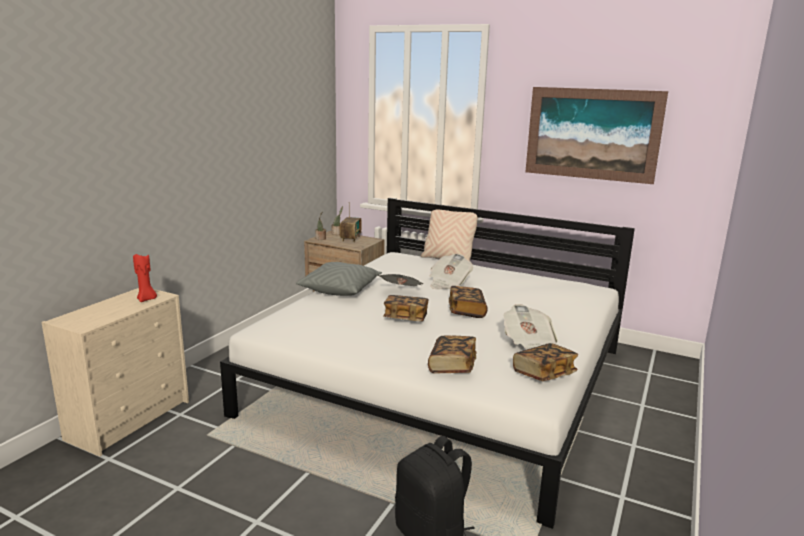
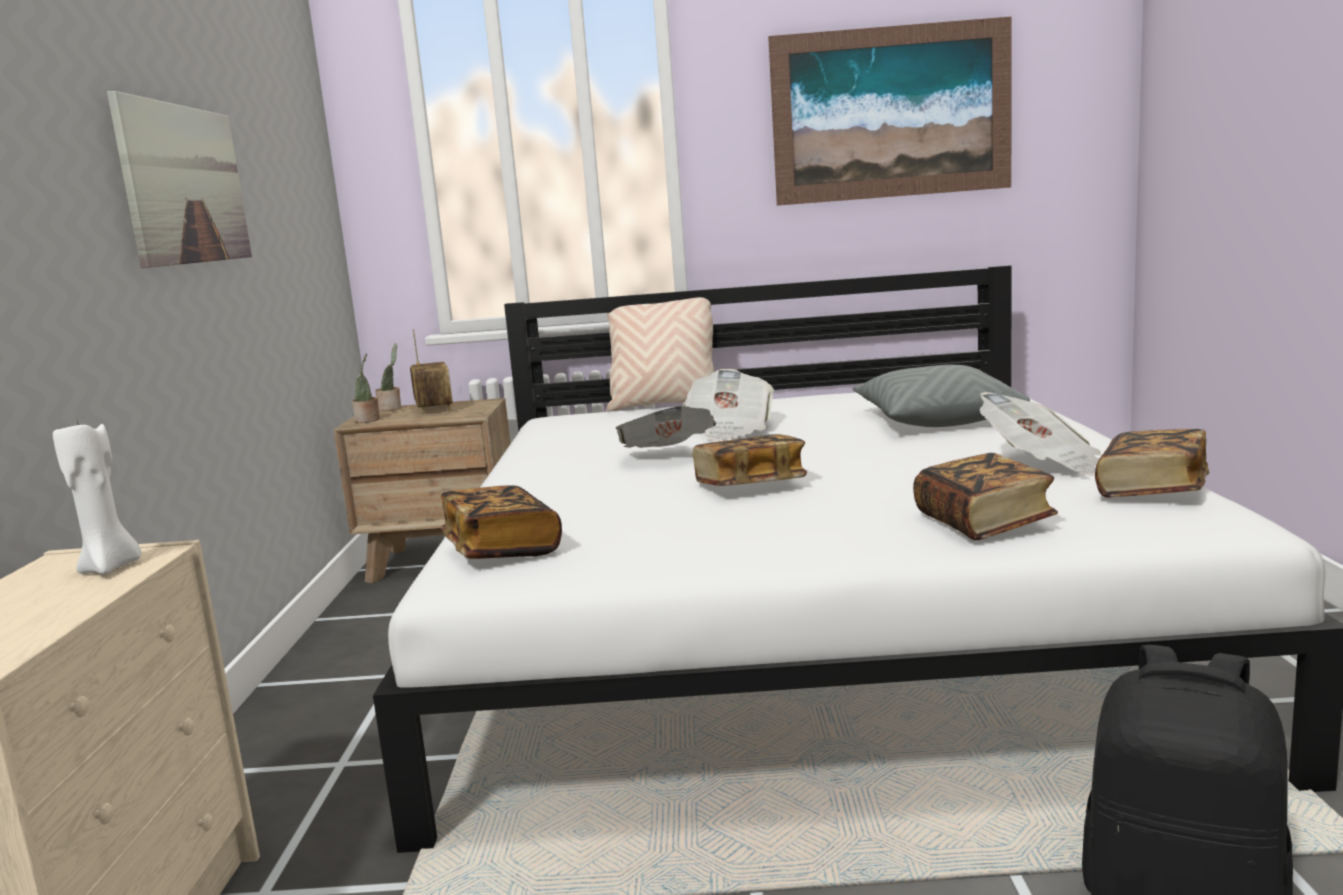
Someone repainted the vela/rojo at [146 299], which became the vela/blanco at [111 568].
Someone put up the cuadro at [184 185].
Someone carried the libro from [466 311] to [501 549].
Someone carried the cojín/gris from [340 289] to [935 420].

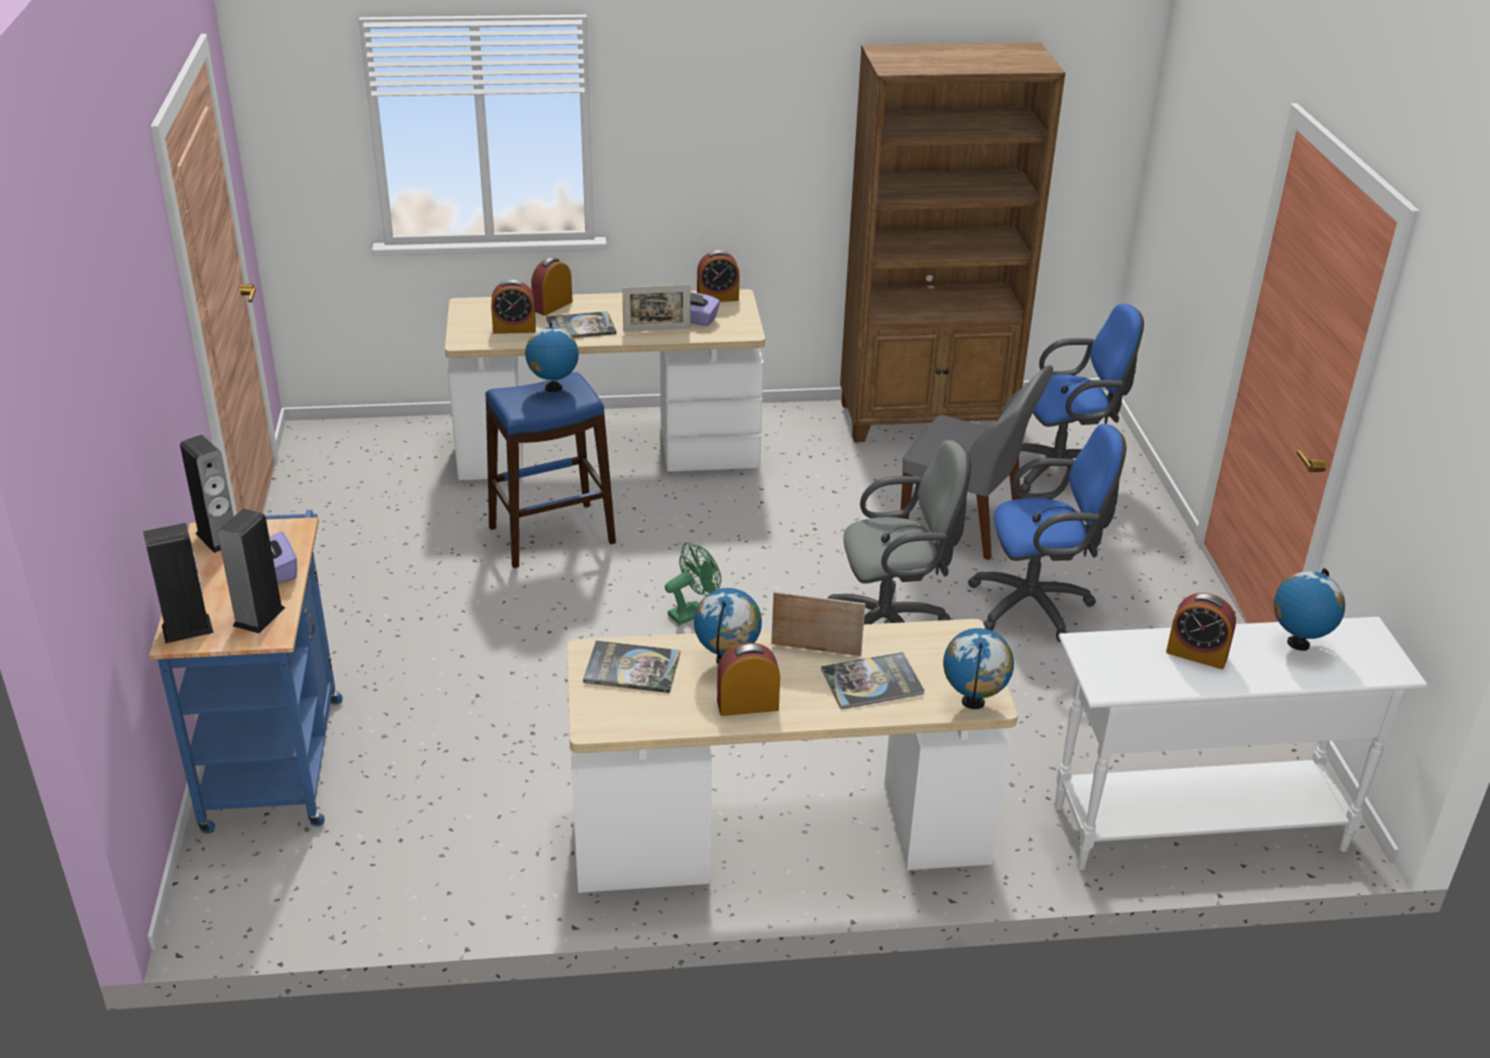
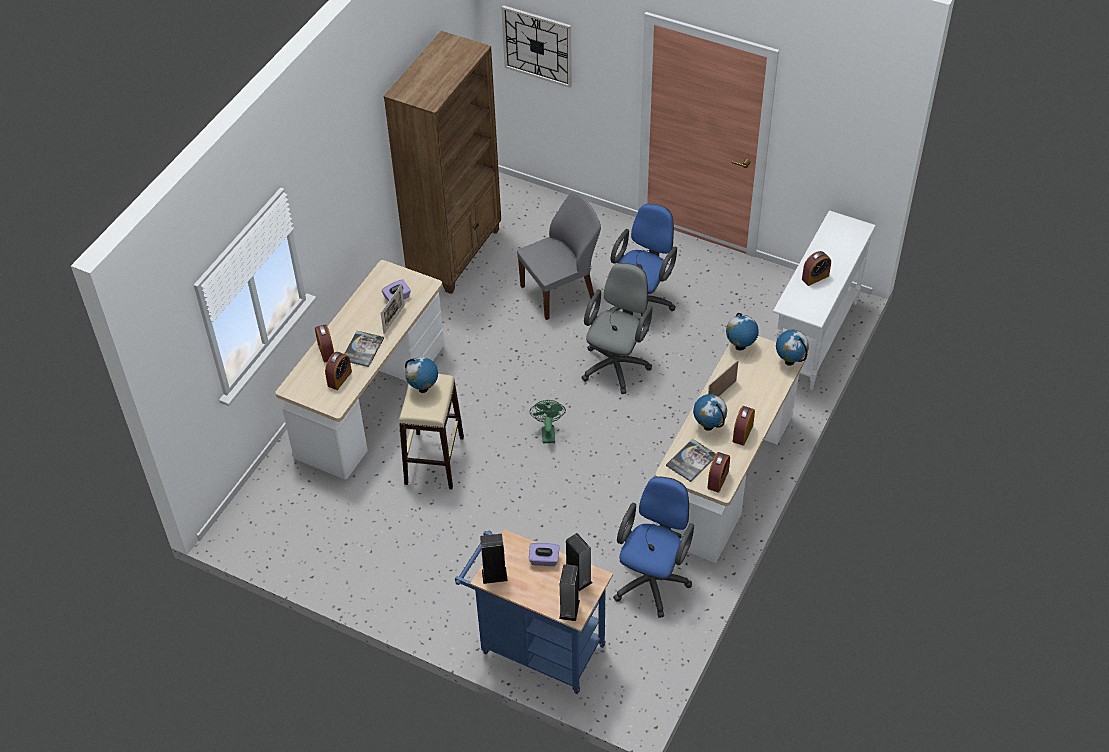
Someone repainted the taburete/azul at [551 535], which became the taburete/beis at [434 460].
Someone put up the reloj de pared at [537 46].
Someone carried the silla de oficina/azul from [1064 472] to [653 579].
Someone carried the despertador from [717 298] to [718 479].
Someone carried the globo terráqueo from [1298 644] to [740 347].
Someone took away the libro at [872 682].

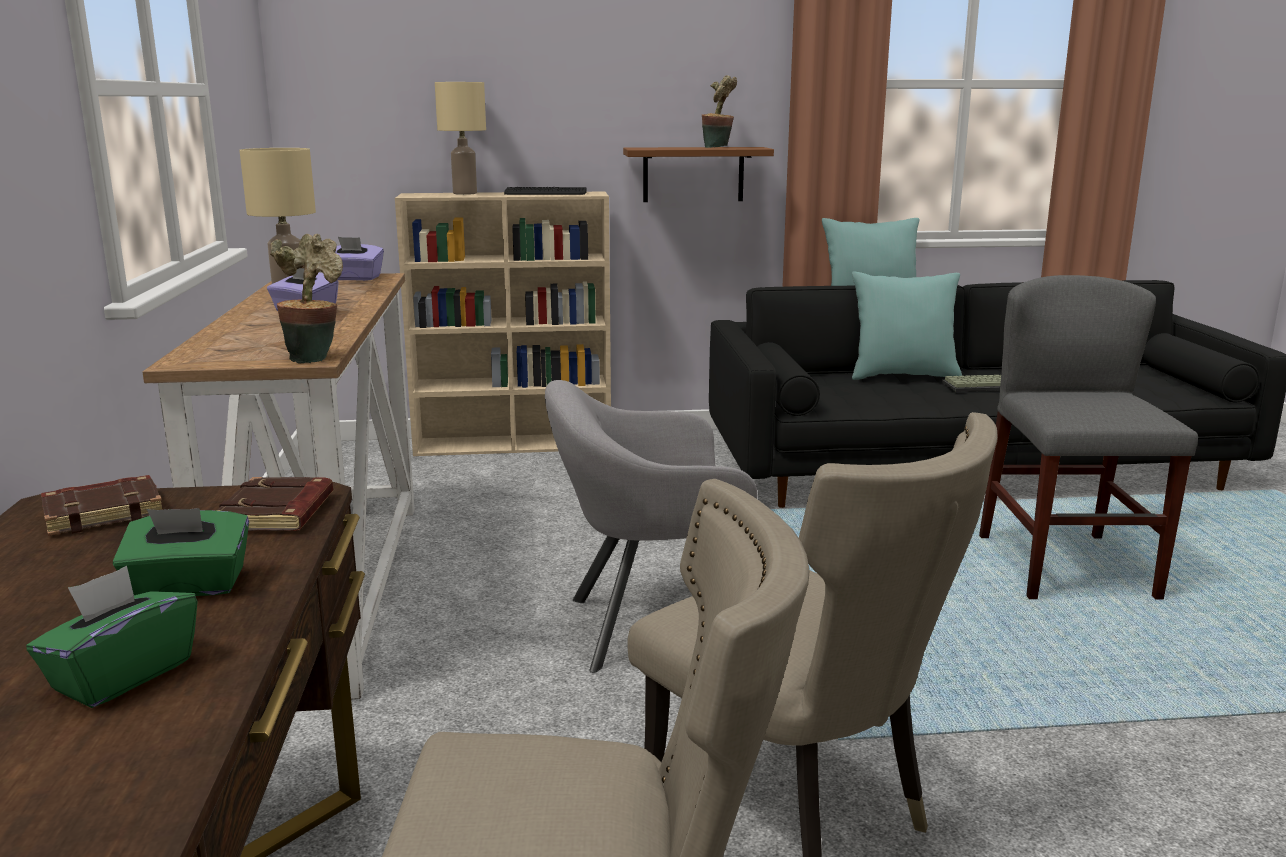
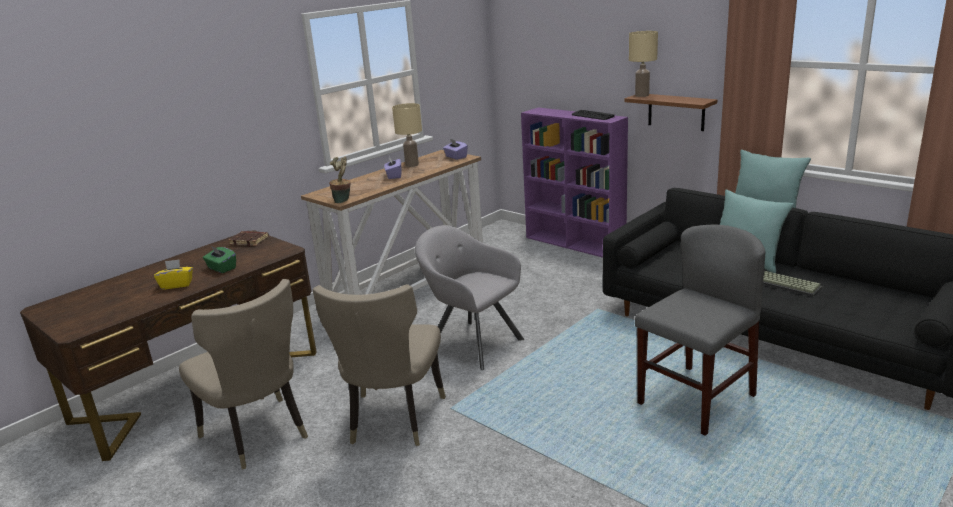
Someone repainted the caja de pañuelos/verde at [122 675], which became the caja de pañuelos/amarillo at [177 285].
Someone repainted the estantería/beis at [515 444], which became the estantería/morado at [575 244].
Someone carried the lámpara de mesa/beis from [465 193] to [642 95].
Someone took away the libro/marrón at [278 514].
Someone took away the planta en maceta at [718 147].

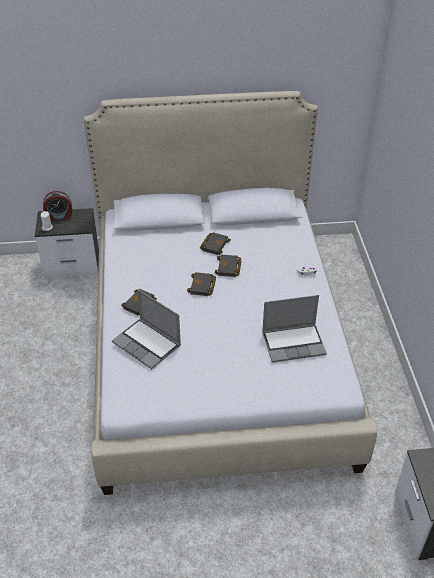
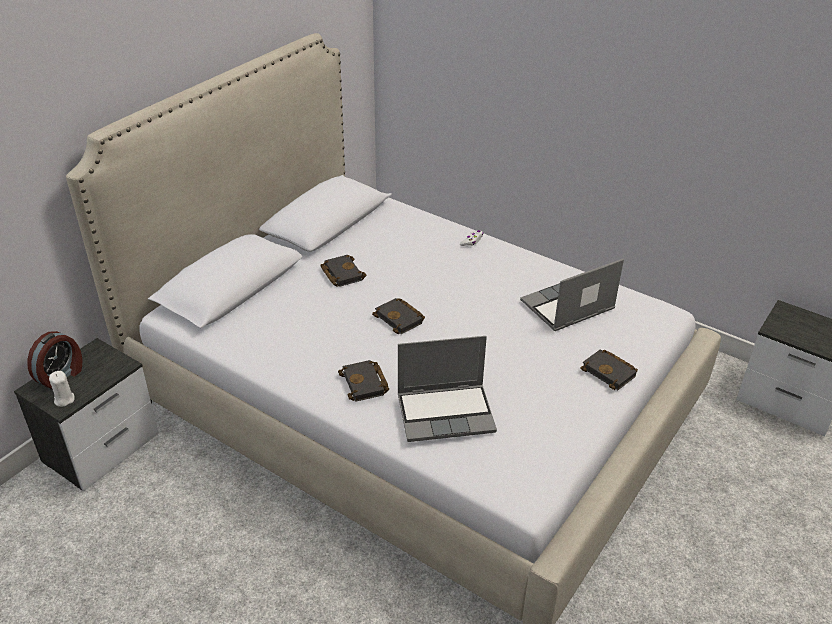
Someone rotated the portátil at [294 343] by 150 degrees counterclockwise.
Someone carried the libro/negro from [229 268] to [610 372].

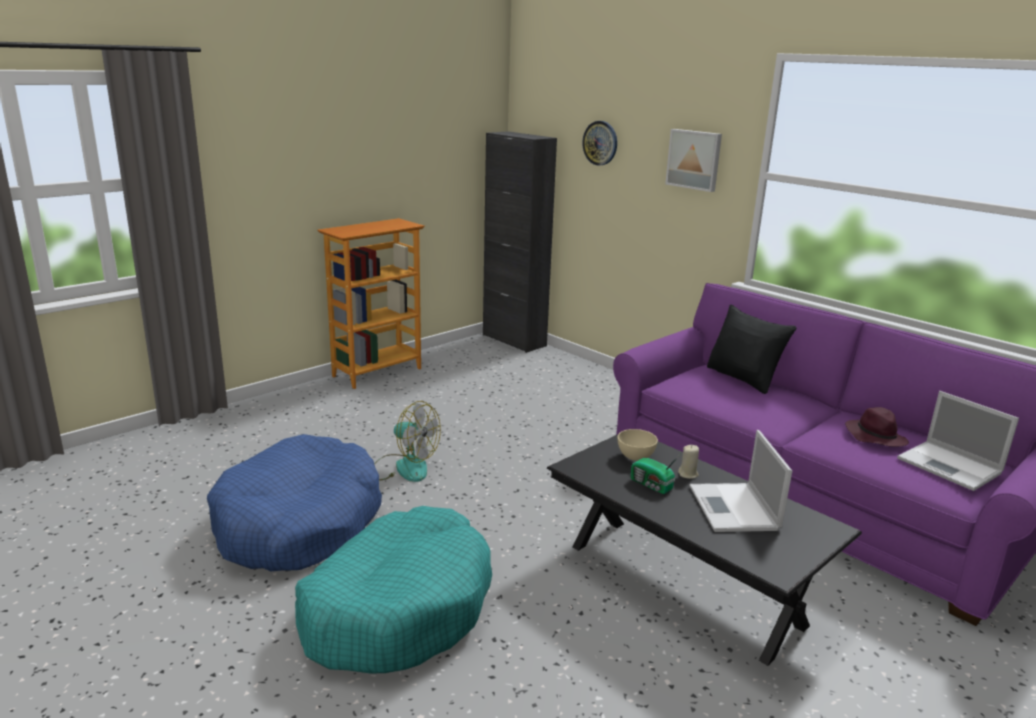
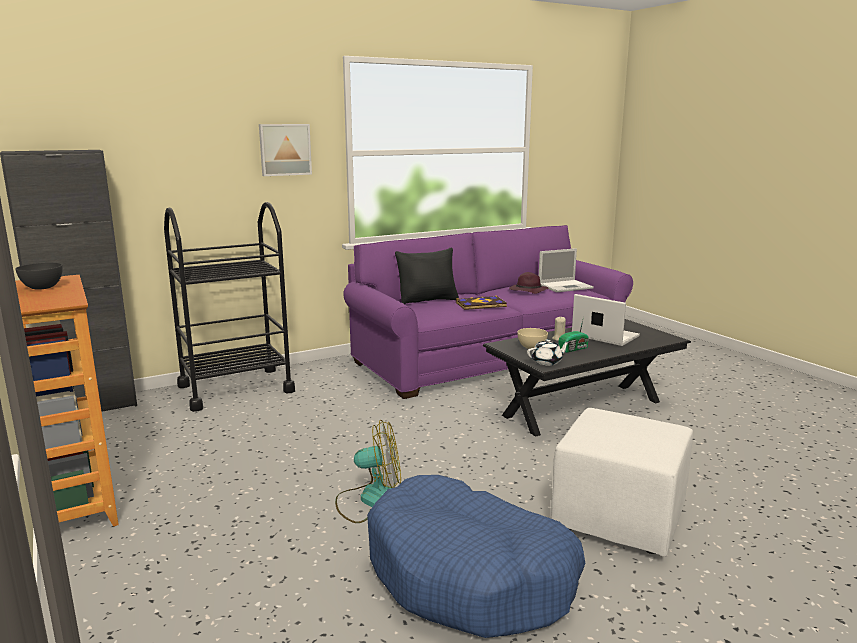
Someone put down the cuenco/gris at [42 288].
Someone put down the carrito/negro at [236 389].
Someone rotated the ventilador at [404 467] by 45 degrees clockwise.
Someone put down the libro at [481 305].
Someone put down the tetera/blanco at [547 362].
Someone swapped the cama para perro/turquesa at [397 608] for the puf/blanco at [620 519].
Someone rotated the portátil at [734 509] by 150 degrees counterclockwise.
Someone took away the reloj de pared at [600 143].

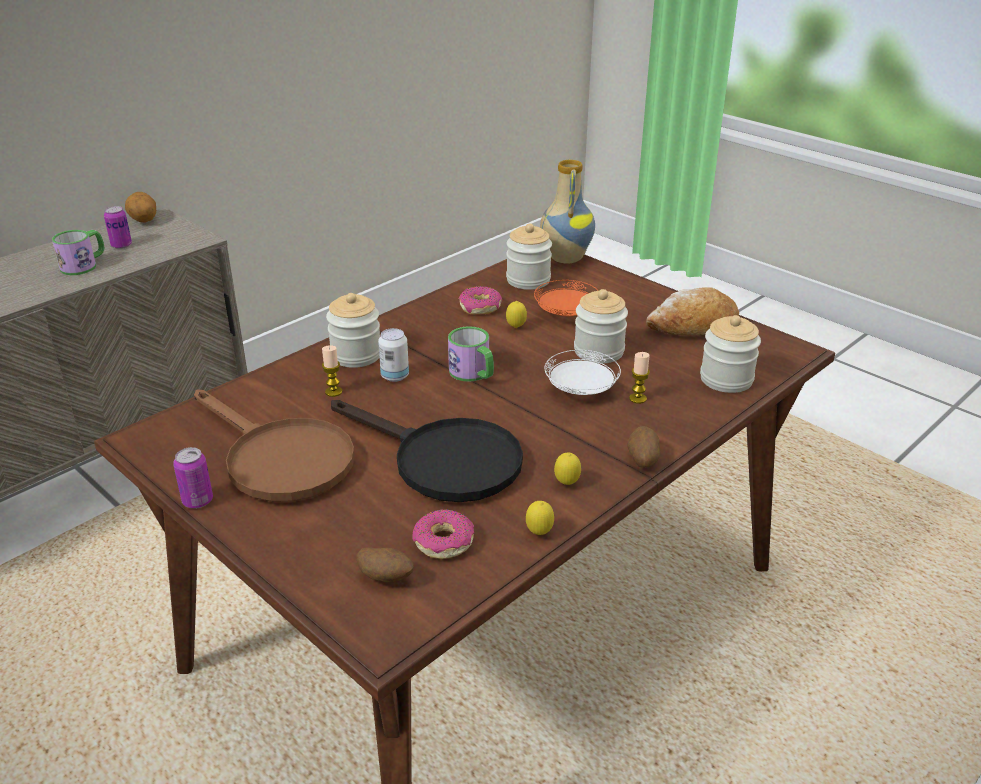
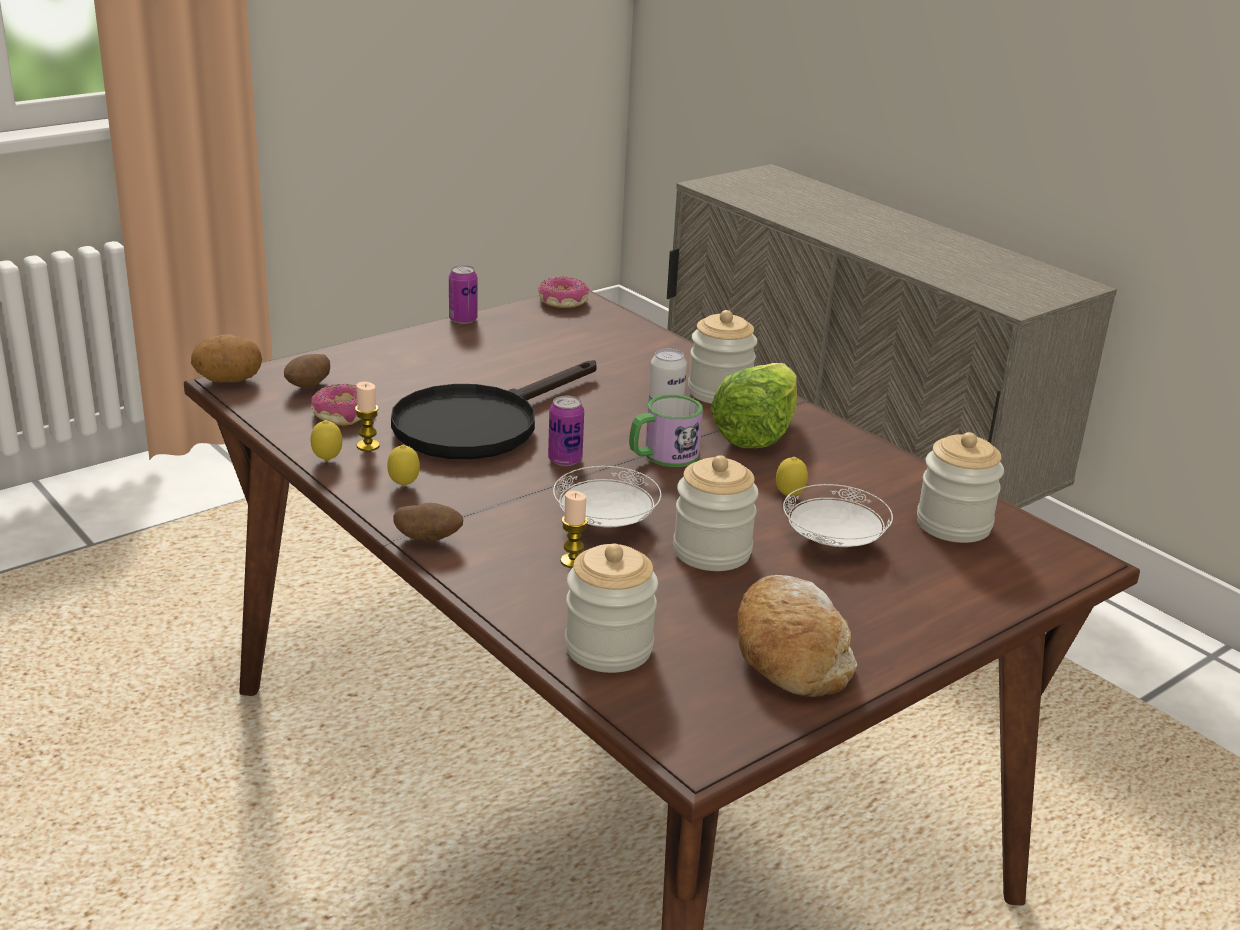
Someone carried the patata from [143 221] to [228 380].
Someone carried the vela from [333 392] to [368 446].
Someone carried the rosquilla from [480 307] to [562 302].
Someone carried the lata from [121 245] to [565 460].
Someone put down the lechuga at [756 433].
Someone repainted the plato/naranja at [566 314], which became the plato/blanco at [834 542].
Someone took away the taza grande at [84 265].
Someone took away the sartén/marrón at [279 459].
Someone took away the florero at [564 258].

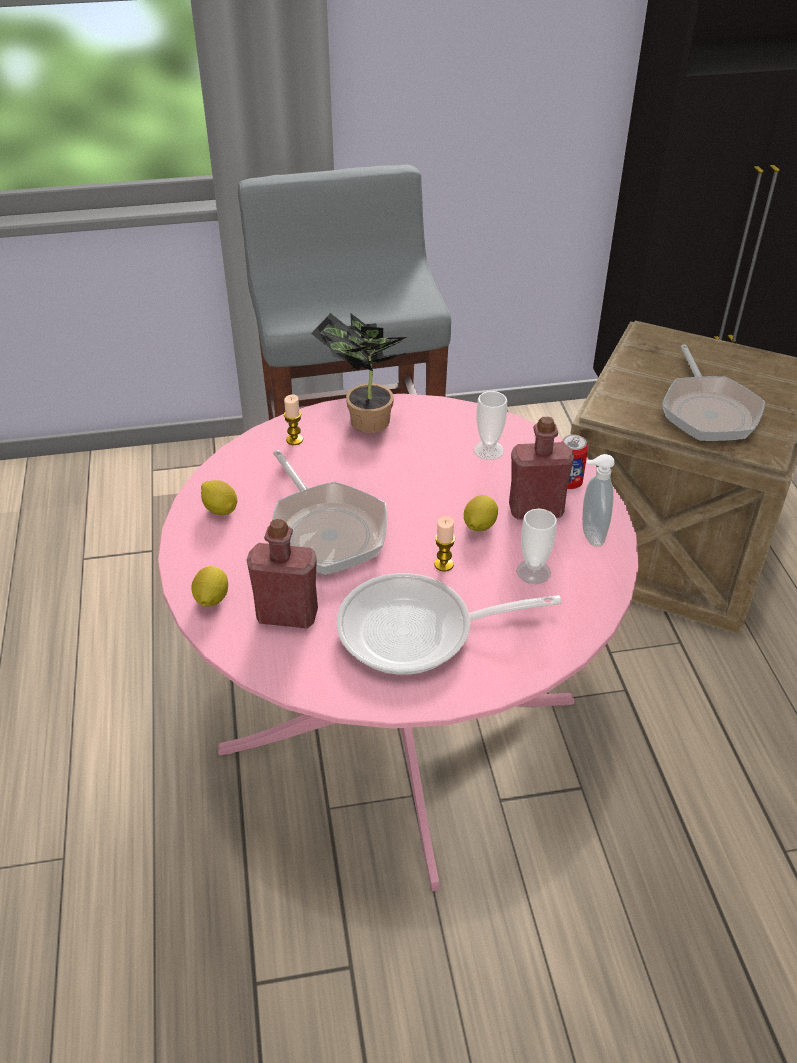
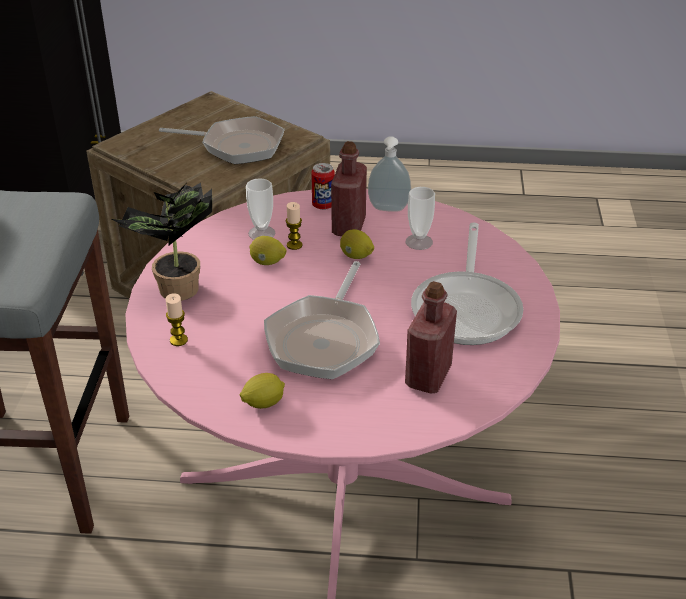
Someone carried the limón from [211 599] to [267 262].
Someone rotated the sartén at [325 530] by 120 degrees clockwise.
Someone carried the vela from [444 564] to [294 245].

